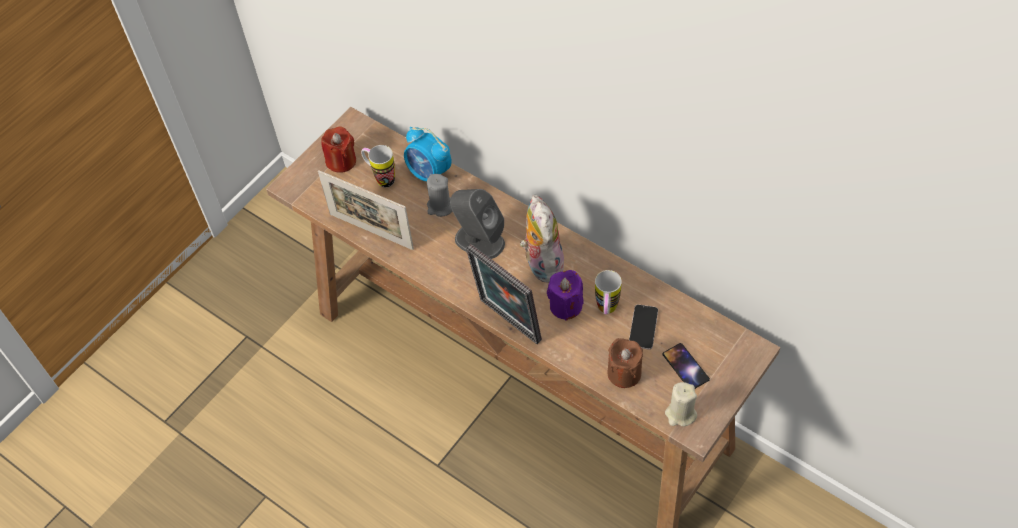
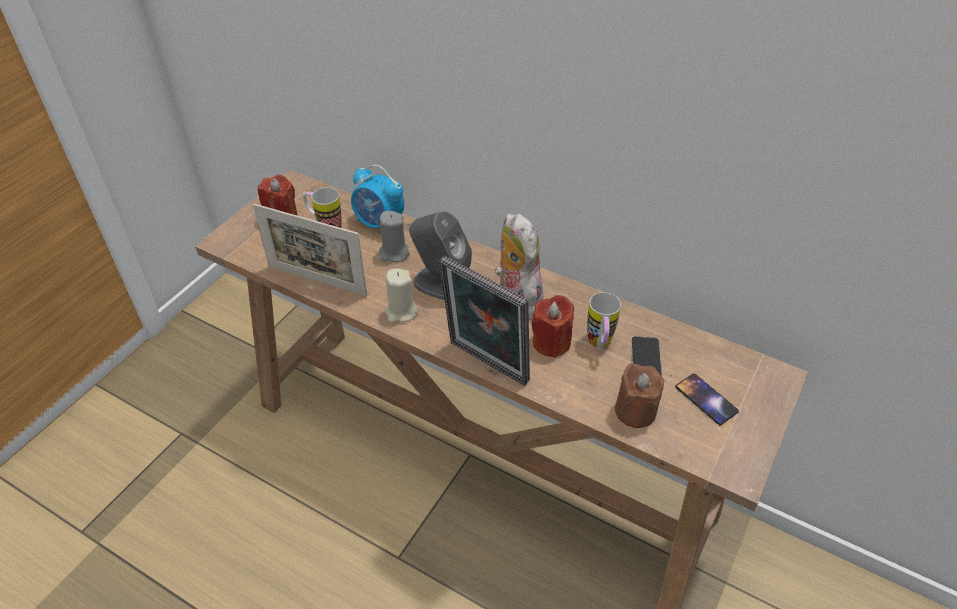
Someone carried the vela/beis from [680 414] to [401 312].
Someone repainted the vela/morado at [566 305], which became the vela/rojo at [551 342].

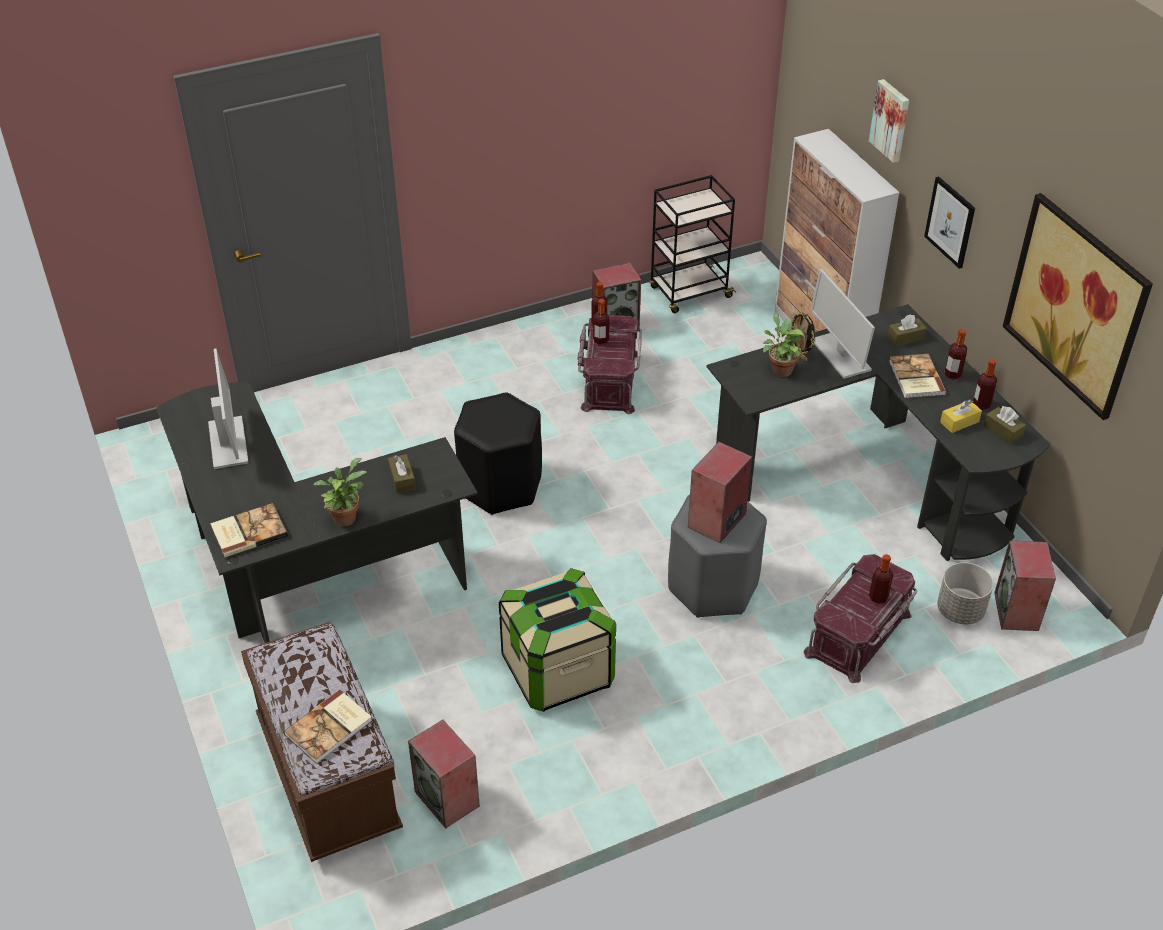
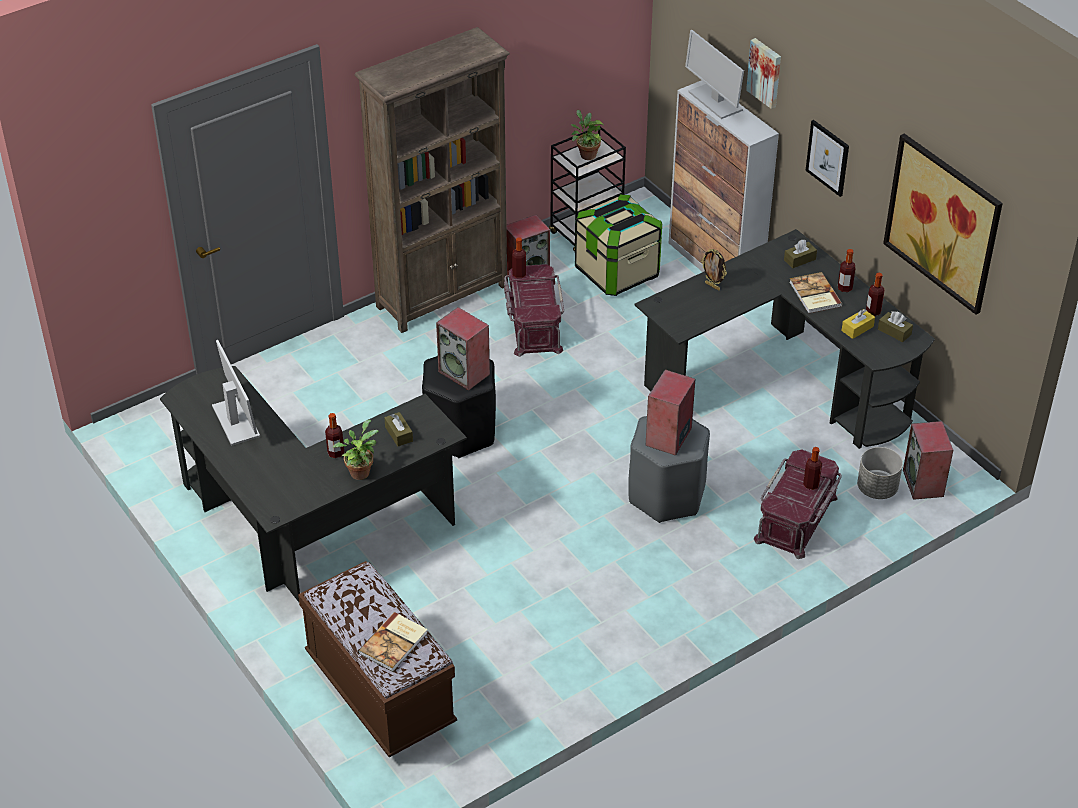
Someone carried the botella from [600 340] to [336 453].
Someone put down the estantería/marrón at [443 296].
Someone carried the altavoz from [448 799] to [465 373].
Someone carried the planta en maceta from [779 369] to [586 154].
Someone carried the caja de almacenaje from [557 671] to [617 273].
Someone carried the monitor from [840 355] to [714 101].
Someone took away the libro at [248 531].

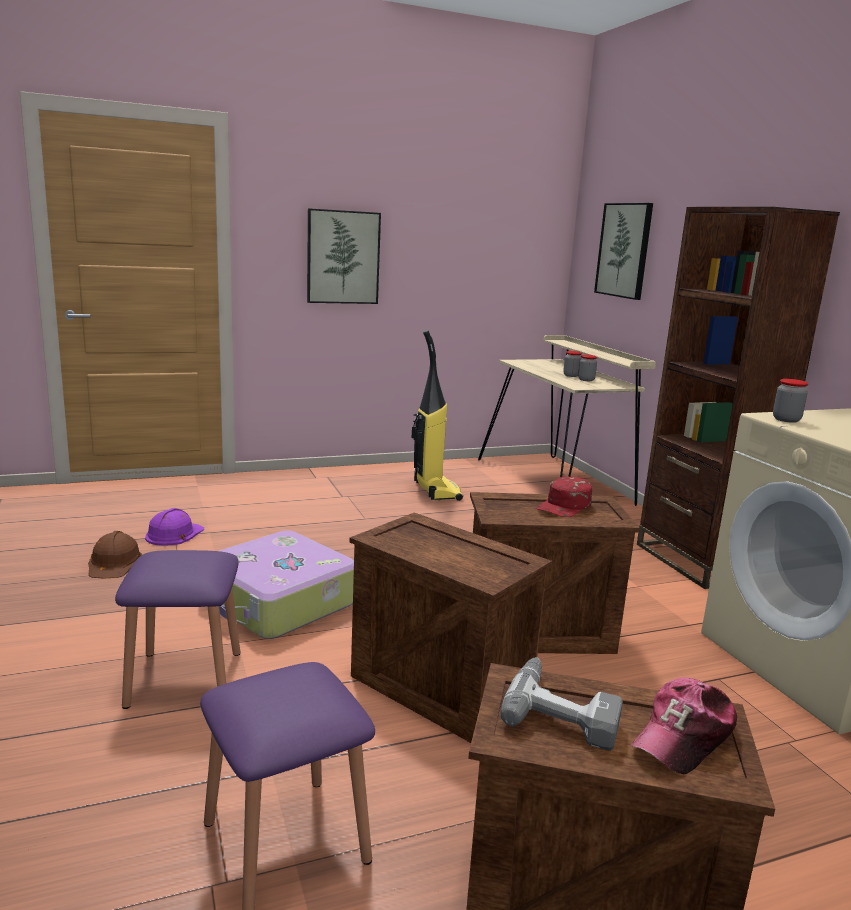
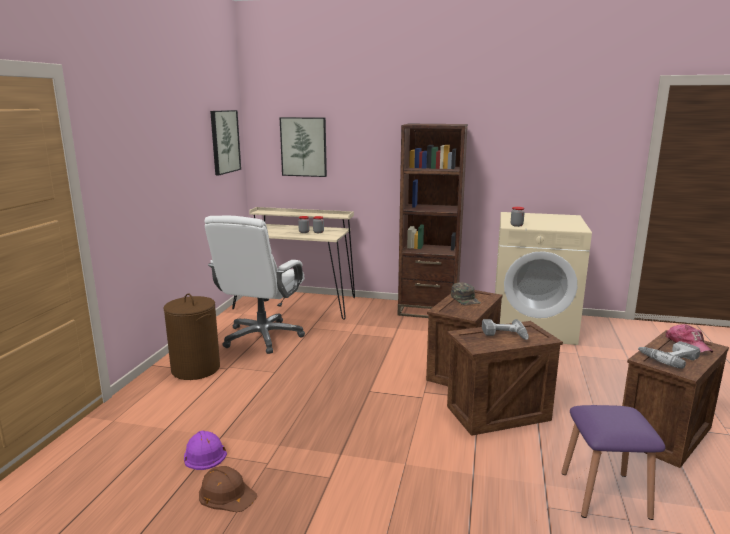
Someone put down the cesto de la ropa/marrón at [195 369].
Someone swapped the aspiradora at [435 491] for the silla de oficina/blanco at [262 337].
Someone carried the cuadro from [343 257] to [224 141].
Someone repainted the gorra/rojo at [564 506], which became the gorra/verde at [465 299].
Someone put down the taladro at [505 335].
Someone took away the taburete/morado at [185 678].
Someone took away the maleta at [278 602].

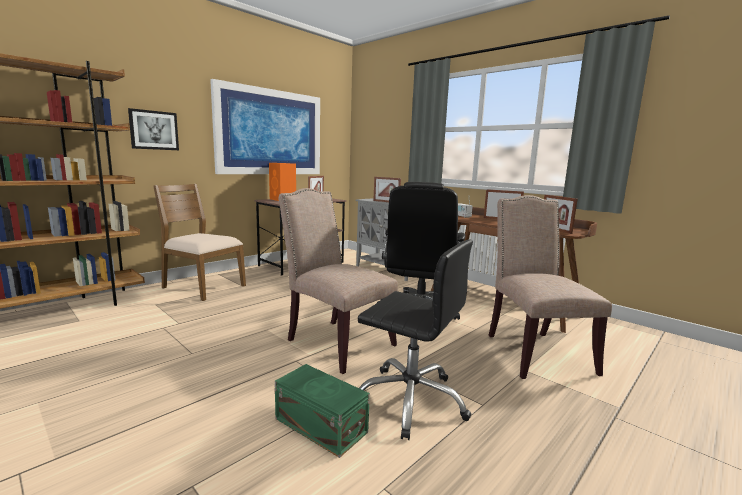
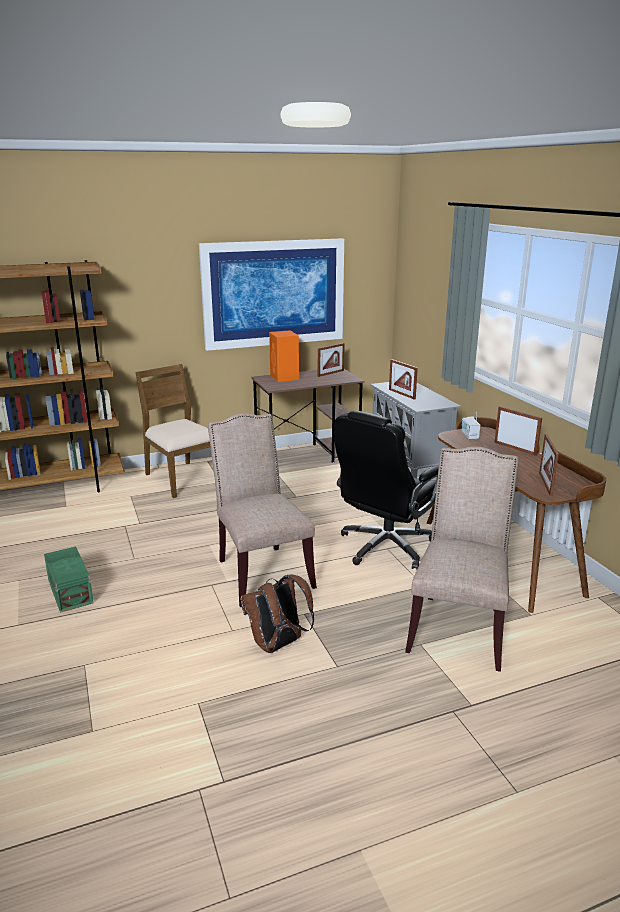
Someone carried the caja de almacenaje/verde from [320 424] to [71 590].
Someone swapped the silla de oficina/negro at [410 400] for the mochila/marrón at [278 645].
Someone took away the cuadro at [154 130].

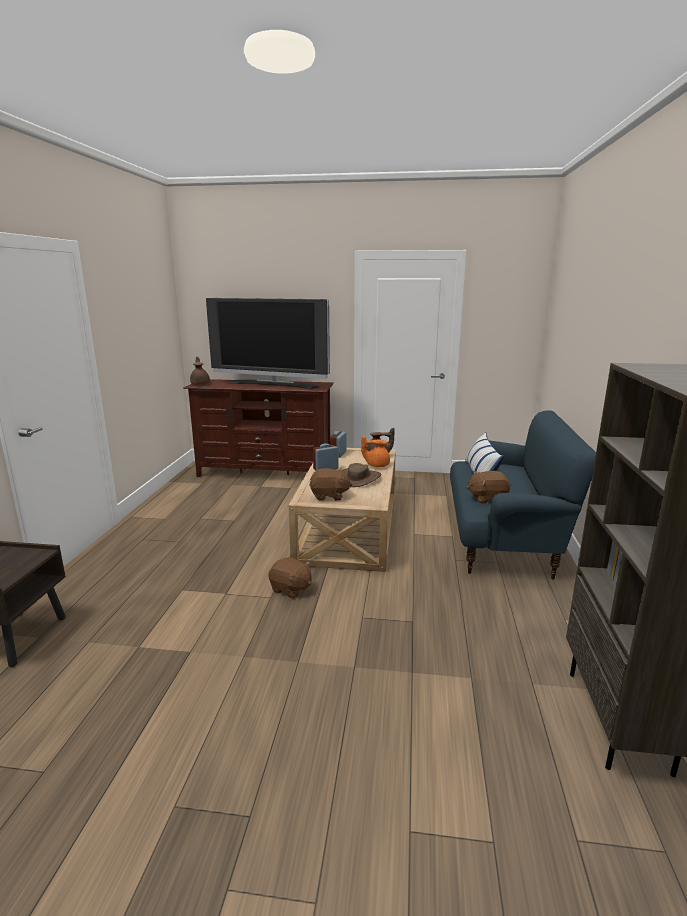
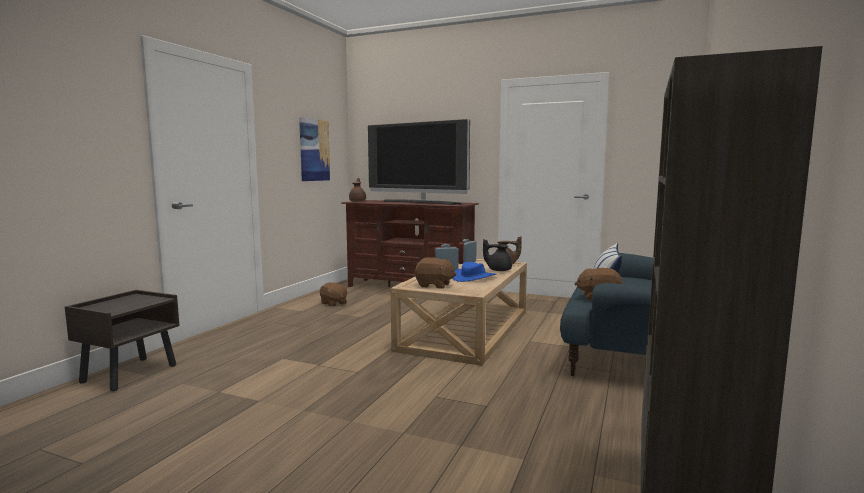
Someone put up the cuadro at [314 150].
Someone carried the peluche/marrón from [291 589] to [333 303].
Someone repainted the sombrero/marrón at [359 479], which became the sombrero/azul at [473 277].
Someone repainted the tetera/naranja at [376 465], which became the tetera/negro at [498 270].

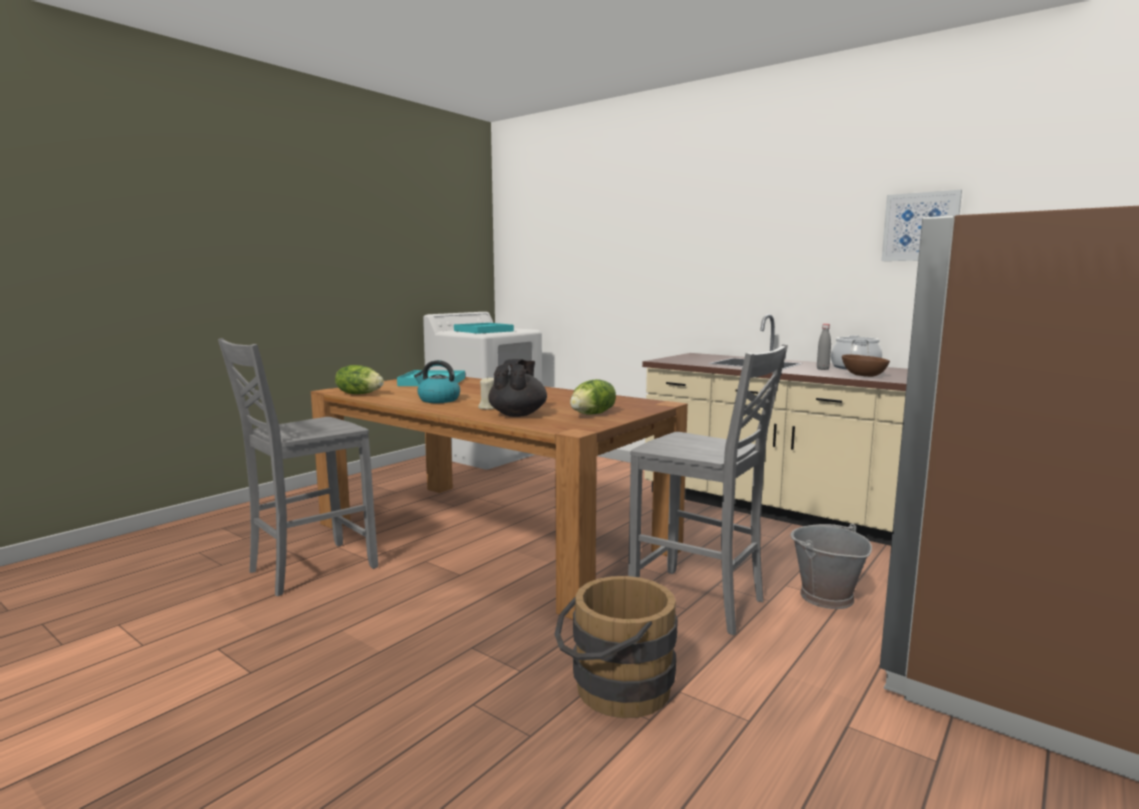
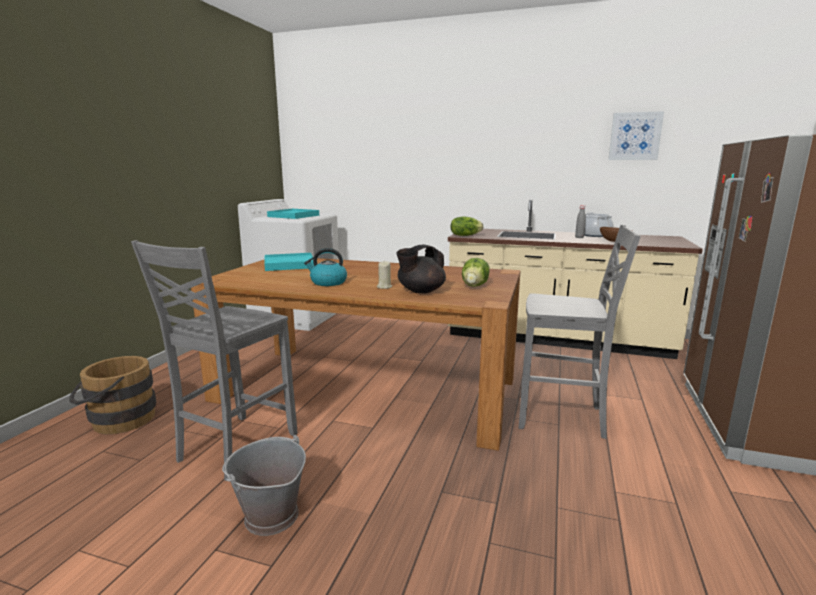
Someone carried the cubo/marrón from [613 689] to [117 421].
Someone carried the cubo/gris from [826 597] to [270 516].
Someone rotated the tetera/negro at [518 414] by 120 degrees counterclockwise.
Someone carried the lechuga from [359 394] to [465 235].

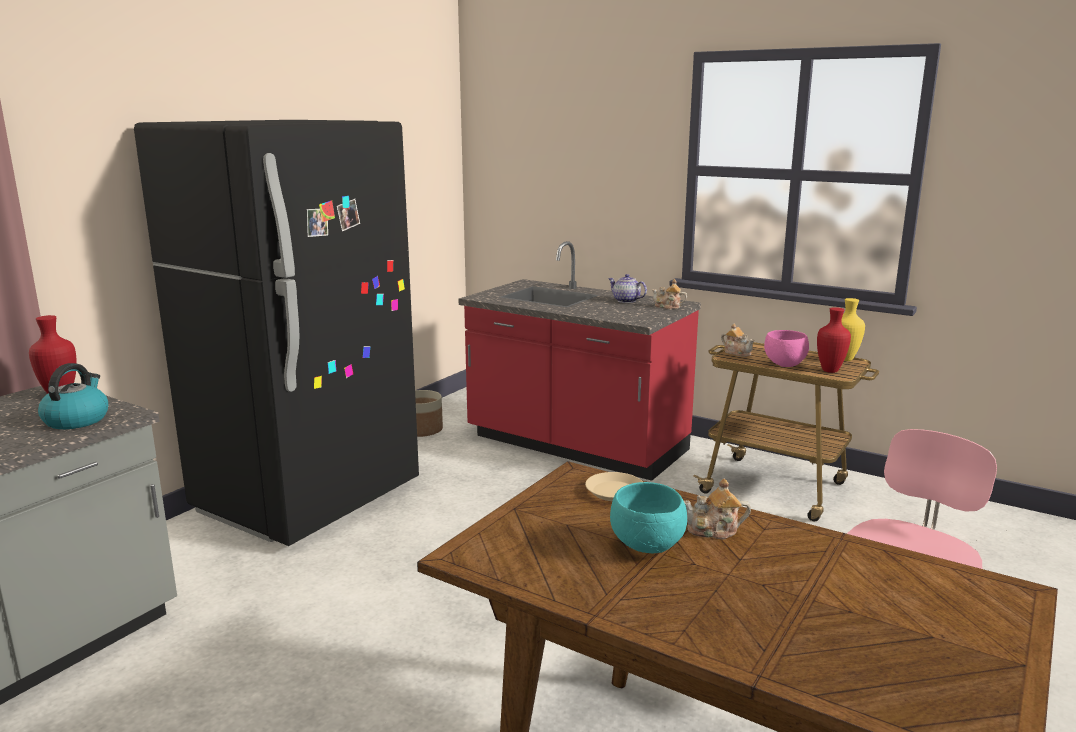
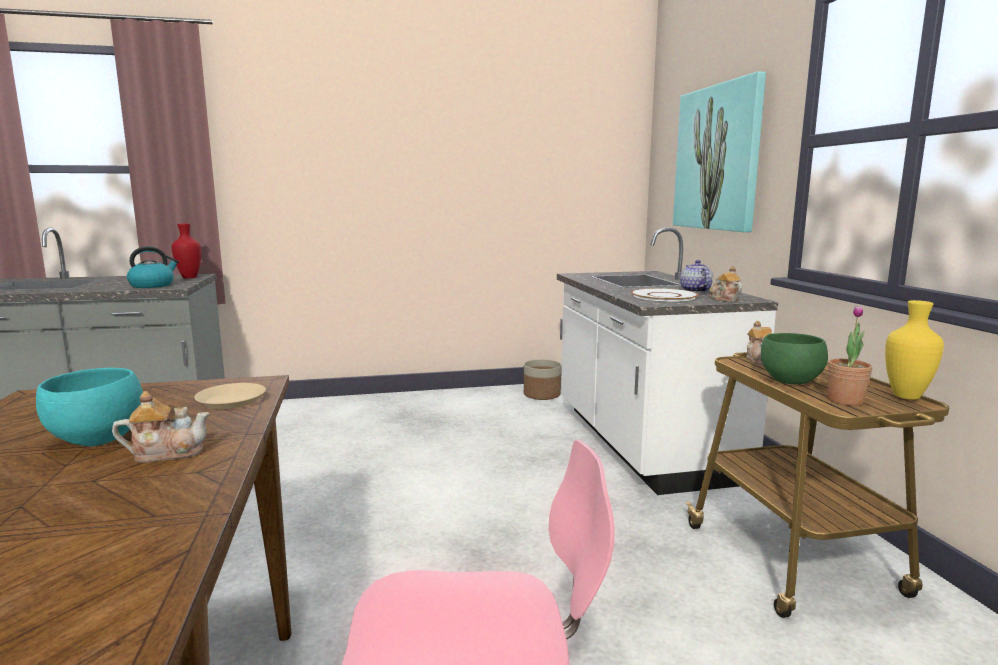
Someone rotated the tetera at [714 531] by 120 degrees clockwise.
Someone repainted the mueble bajo de cocina/rojo at [576 445], which became the mueble bajo de cocina/blanco at [641 442].
Someone put down the plato/blanco at [664 296].
Someone put up the cuadro at [718 158].
Someone repainted the cuenco/rosa at [784 364], which became the cuenco/verde at [789 381].
Someone swapped the florero/rojo at [829 370] for the planta en maceta at [845 401].
Someone took away the nevera/negro at [309 498].

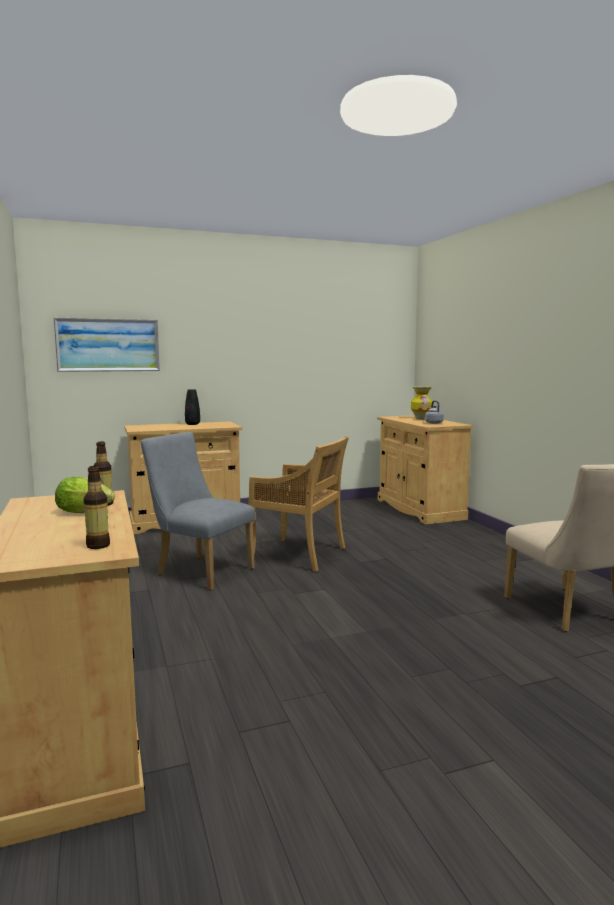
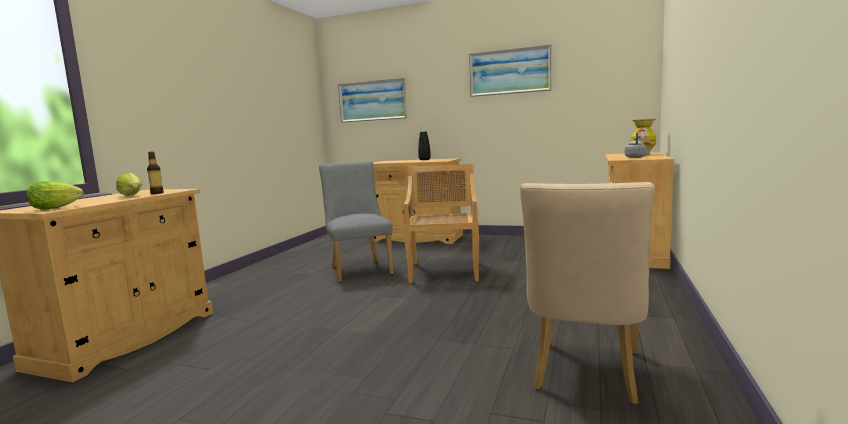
Someone swapped the botella at [98 545] for the lechuga at [58 208].
Someone rotated the silla/beis at [300 554] by 150 degrees counterclockwise.
Someone put up the cuadro at [509 71].

